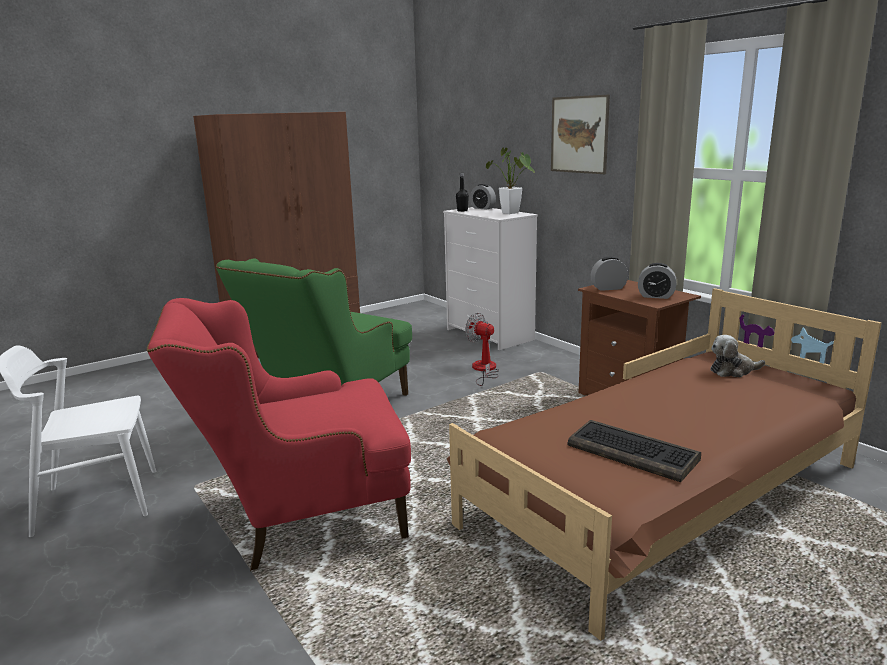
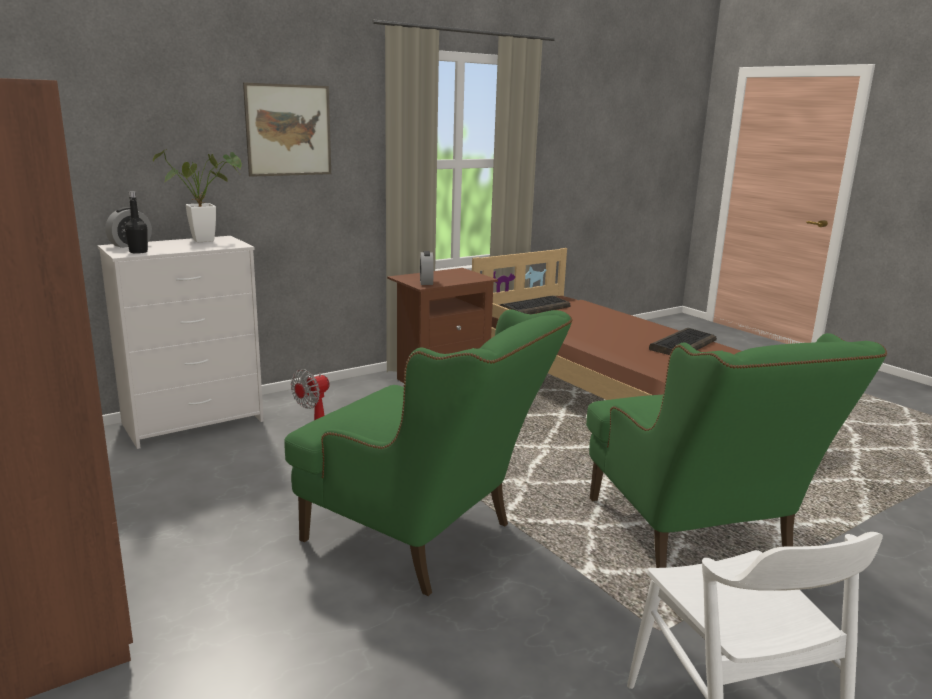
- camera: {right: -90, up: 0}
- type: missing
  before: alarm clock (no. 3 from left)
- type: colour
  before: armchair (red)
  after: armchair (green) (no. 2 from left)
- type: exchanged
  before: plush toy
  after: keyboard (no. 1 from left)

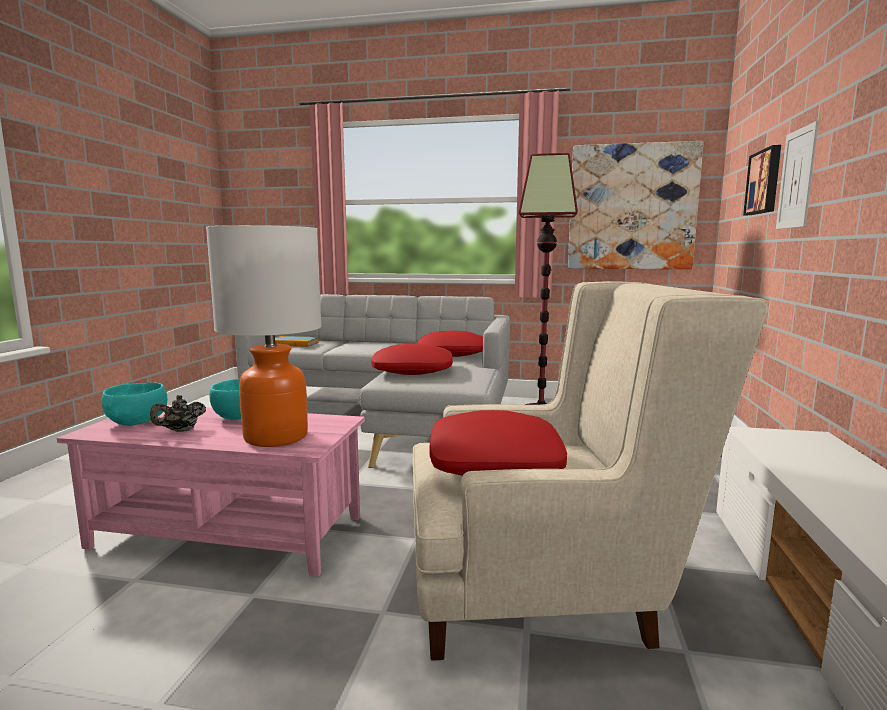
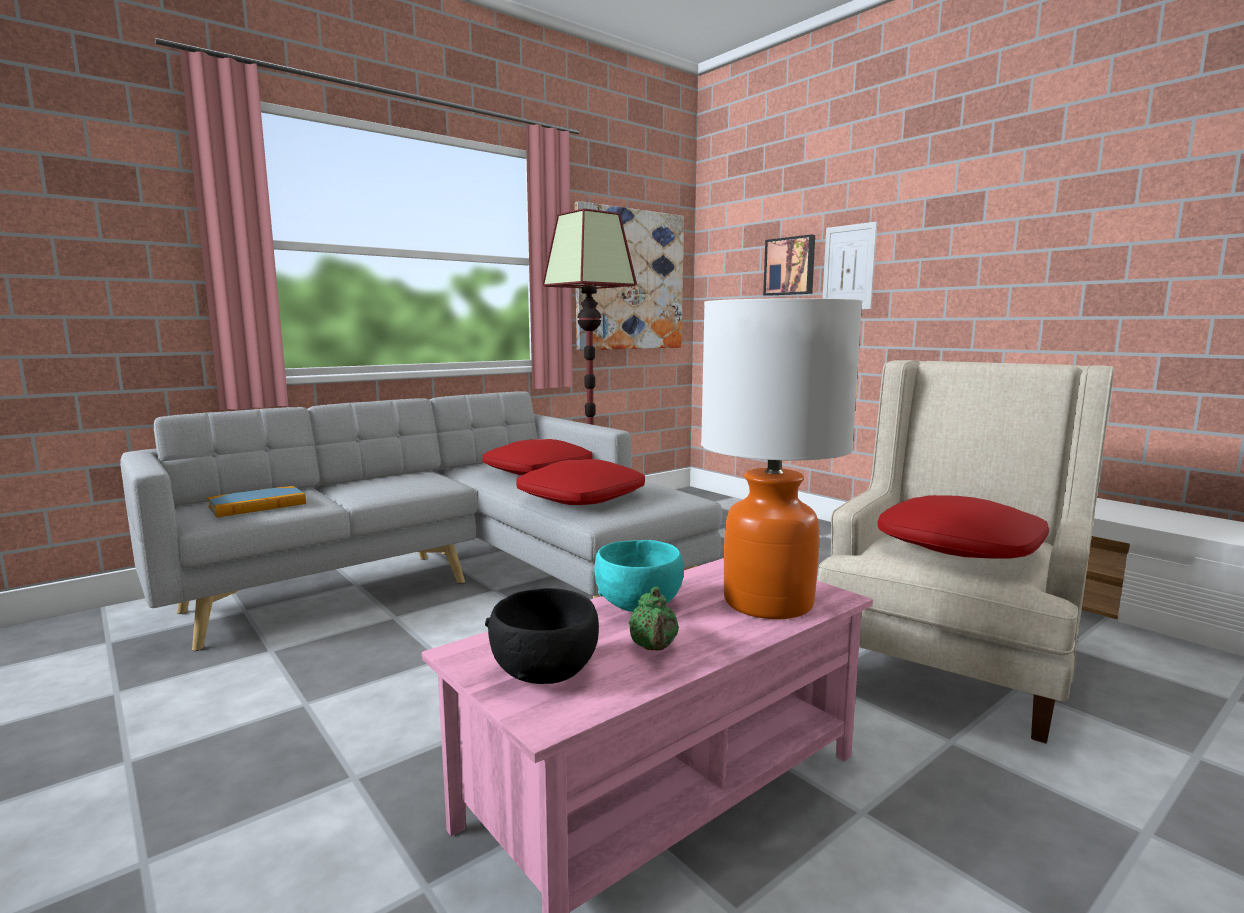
- camera: {right: -50, up: 0}
- type: colour
  before: bowl (turquoise) (no. 1 from left)
  after: bowl (black)
- type: colour
  before: teapot (black)
  after: teapot (green)

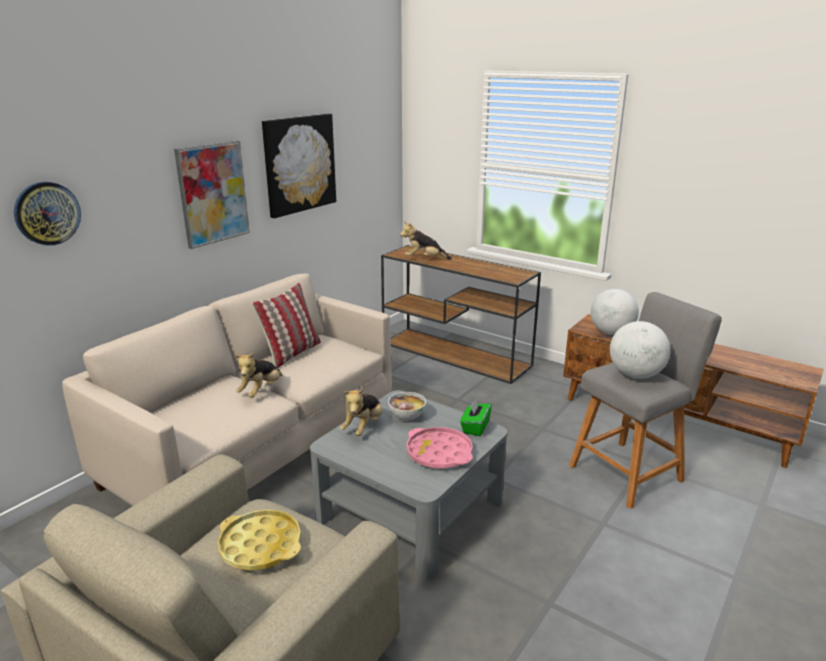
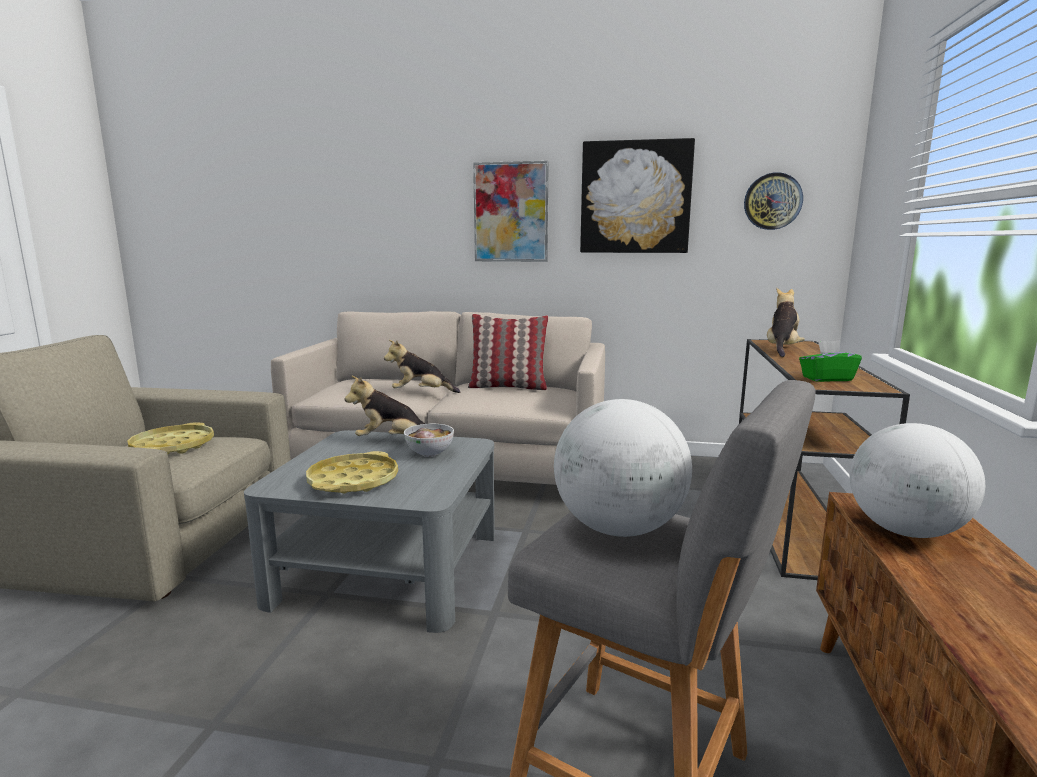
- camera: {right: 65, up: -10}
- type: relocated
  before: wall clock
- type: spun
  before: plush toy (no. 3 from left)
  turn: 45
- type: relocated
  before: tissue box (green)
- type: colour
  before: tray (pink)
  after: tray (yellow) (no. 2 from left)

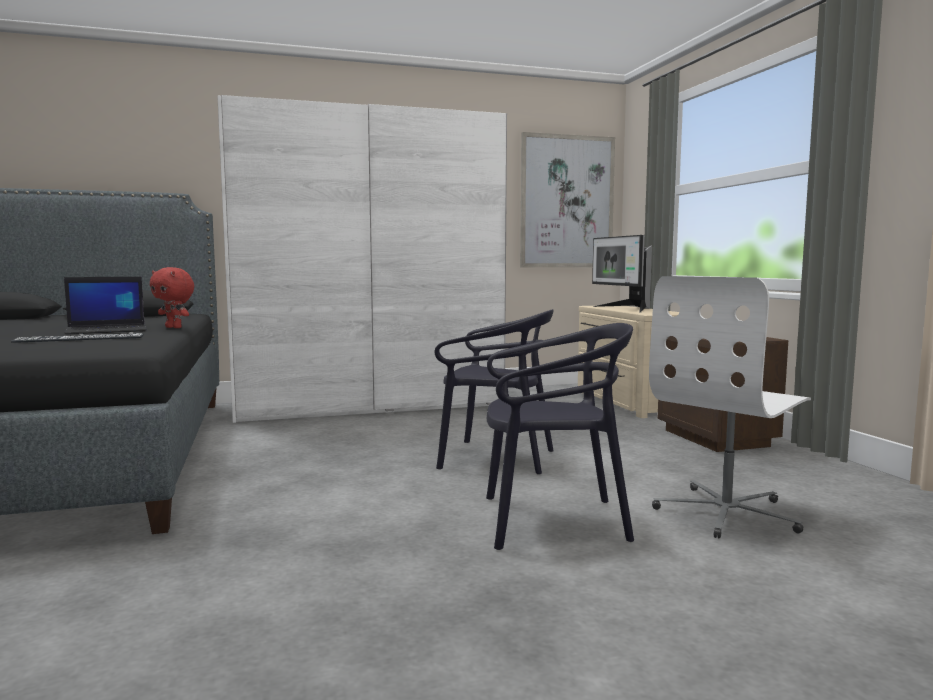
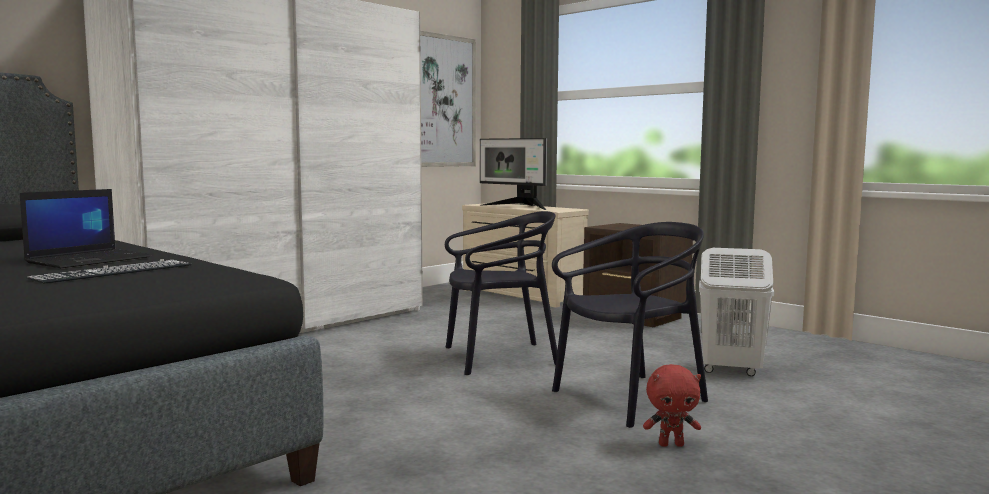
- camera: {right: -30, up: 0}
- type: relocated
  before: plush toy (red)
- type: exchanged
  before: office chair (white)
  after: laundry basket (white)

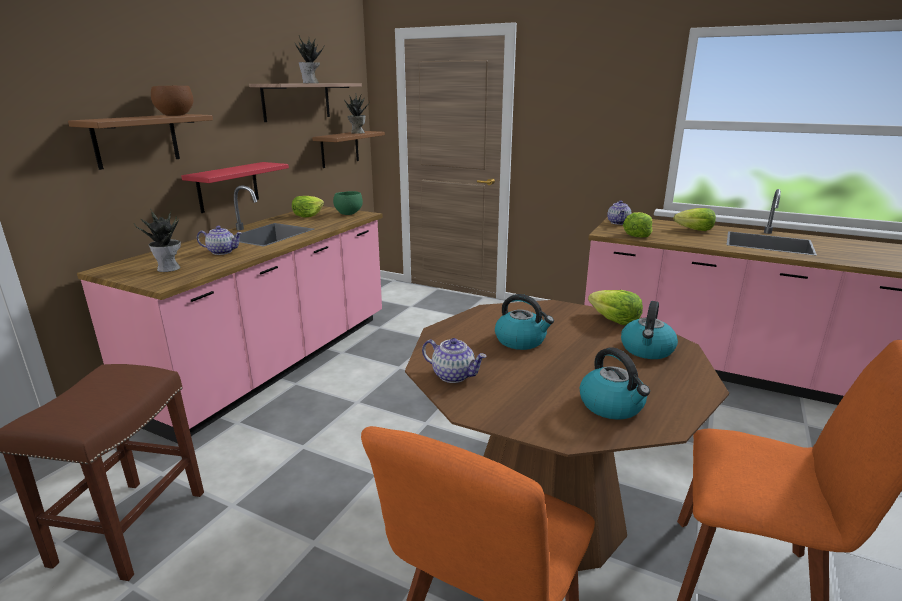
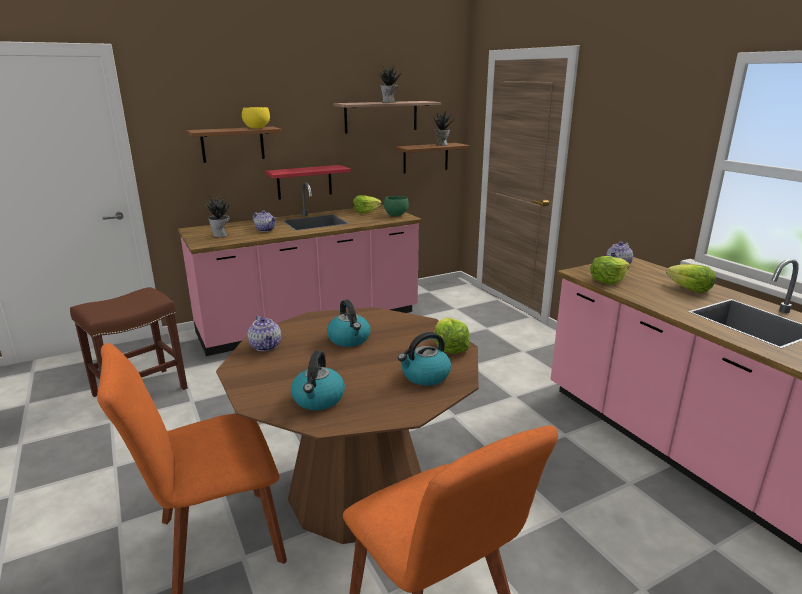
- camera: {right: 35, up: 0}
- type: colour
  before: bowl (brown)
  after: bowl (yellow)

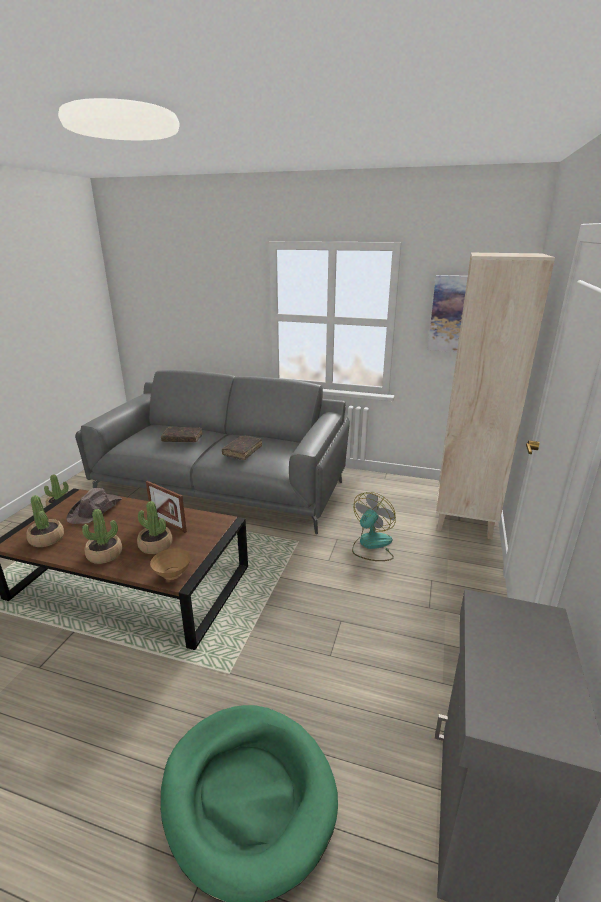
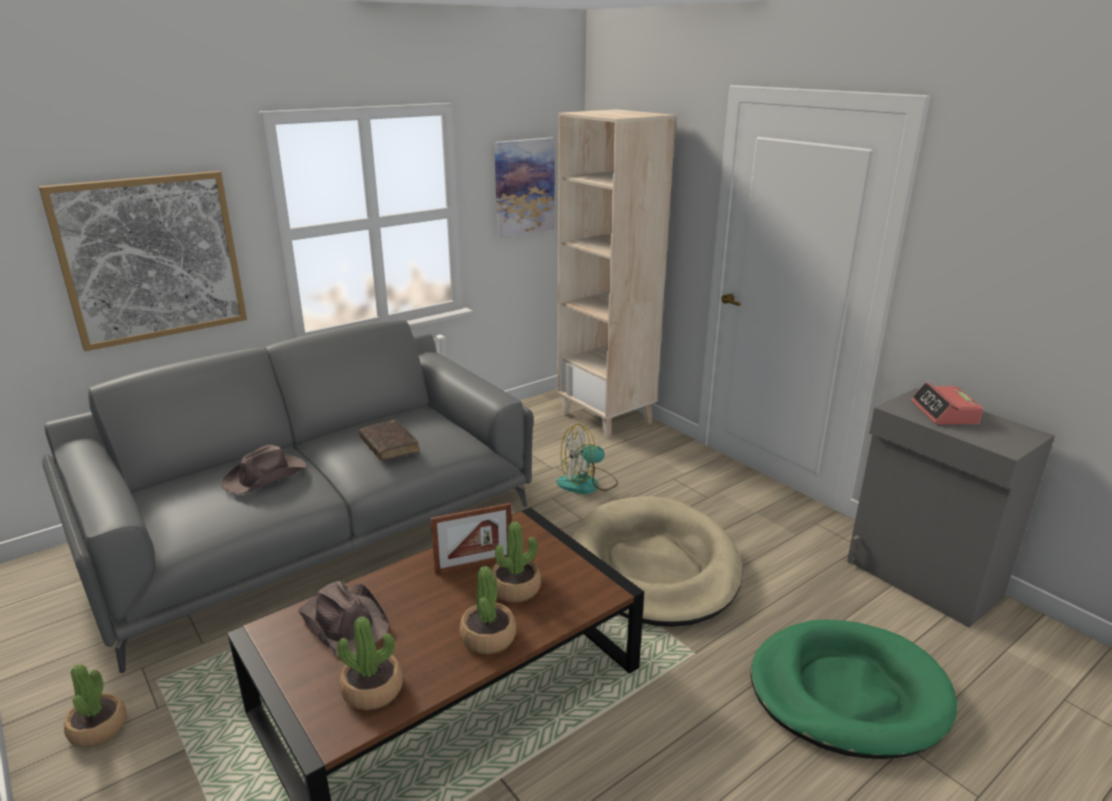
- camera: {right: -55, up: 0}
- type: exchanged
  before: book (brown) (no. 1 from left)
  after: hat (brown) (no. 1 from left)
- type: spun
  before: fan
  turn: -90
- type: missing
  before: bowl (brown)
- type: appeared
  after: picture (no. 1 from left)
- type: appeared
  after: alarm clock
- type: appeared
  after: dog bed (beige)

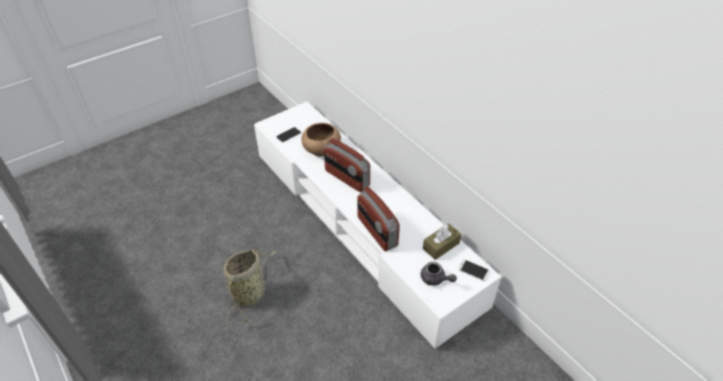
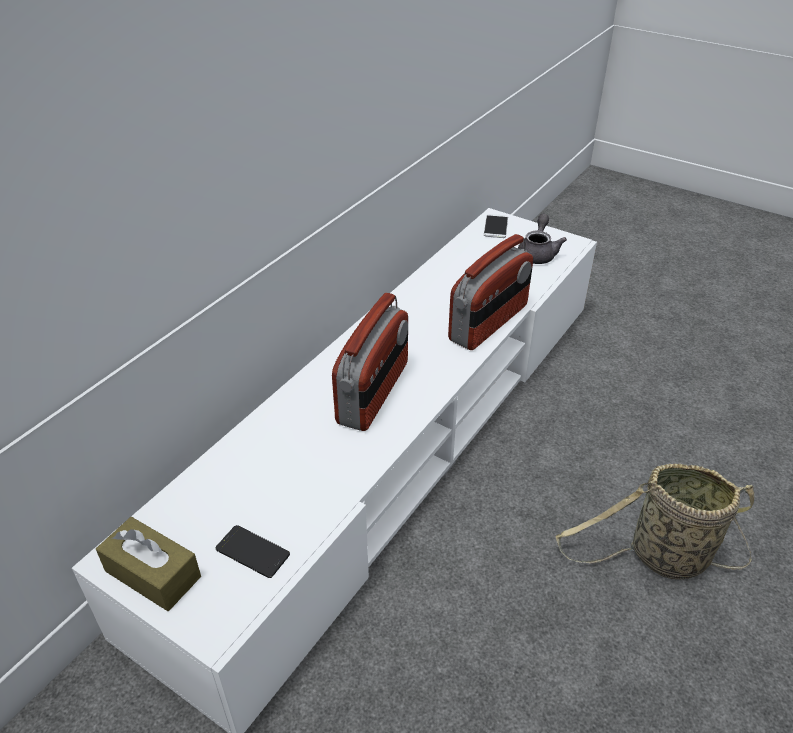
- camera: {right: -110, up: -5}
- type: missing
  before: bowl (brown)
- type: relocated
  before: tissue box (brown)

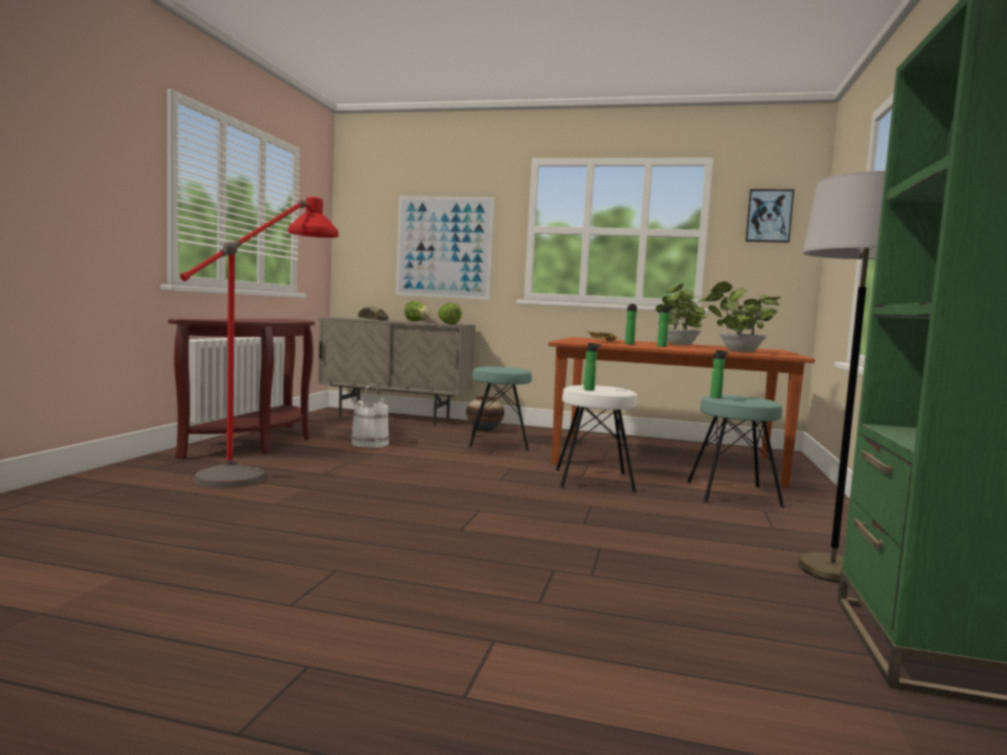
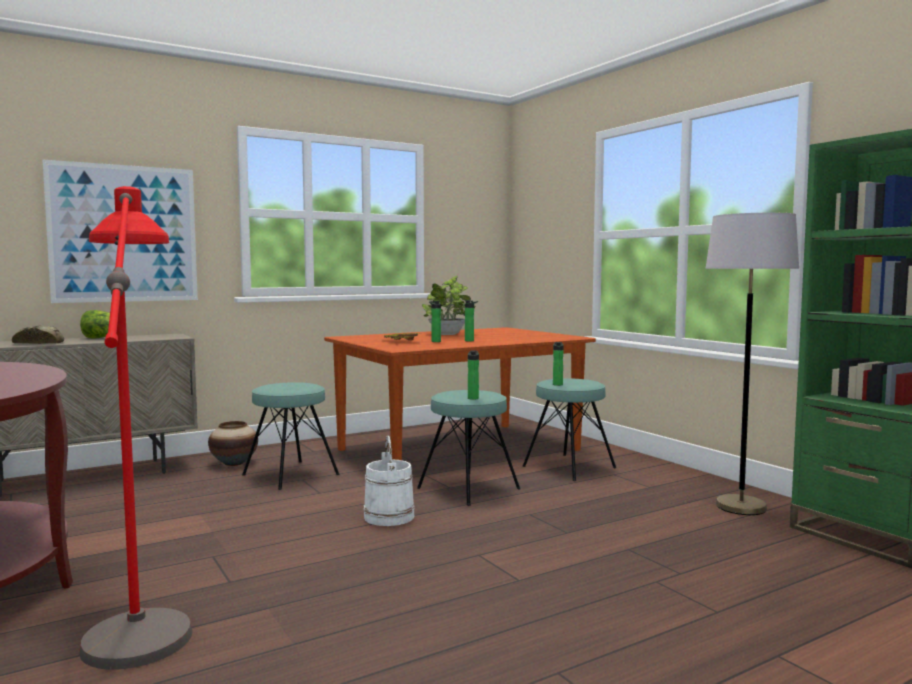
- camera: {right: -45, up: 0}
- type: missing
  before: picture (no. 2 from left)
- type: missing
  before: potted plant (no. 2 from left)
- type: missing
  before: lettuce (no. 2 from left)
- type: relocated
  before: bucket (white)
- type: colour
  before: stool (white)
  after: stool (turquoise) (no. 2 from left)

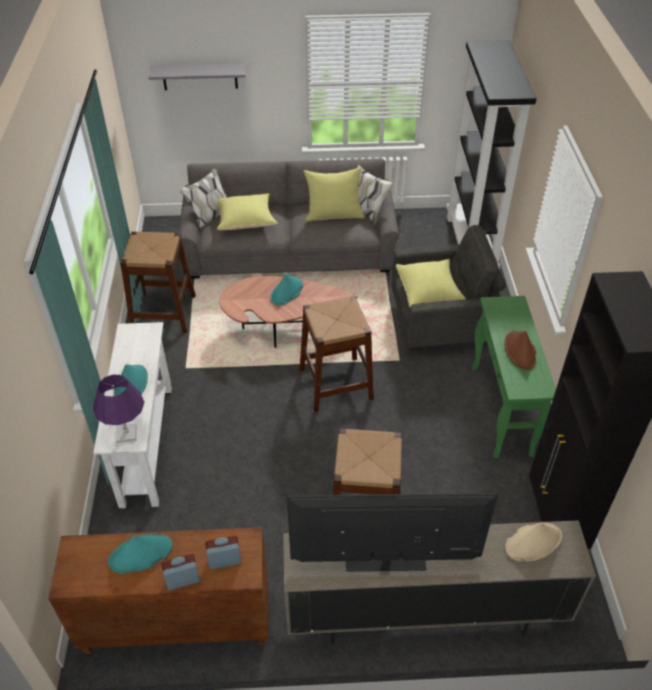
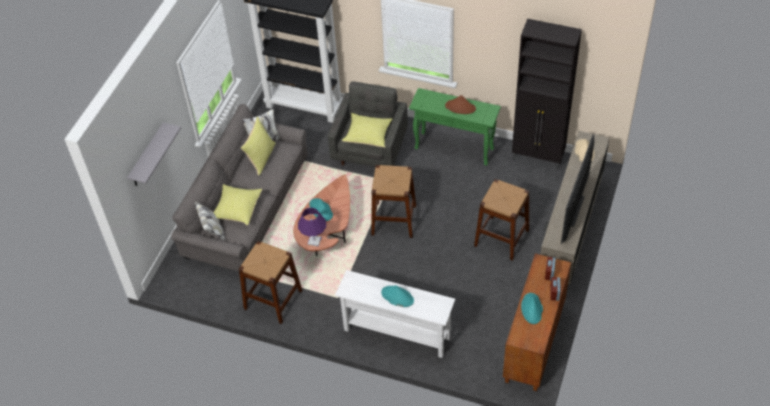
- camera: {right: -65, up: 5}
- type: relocated
  before: table lamp (purple)

